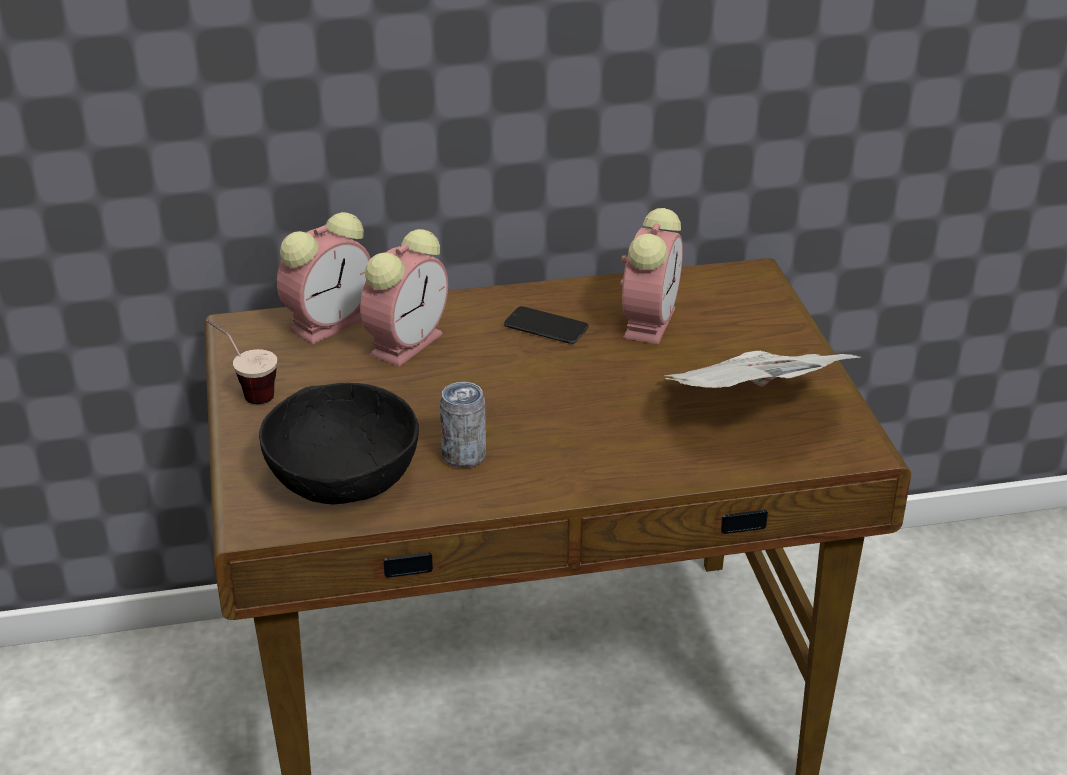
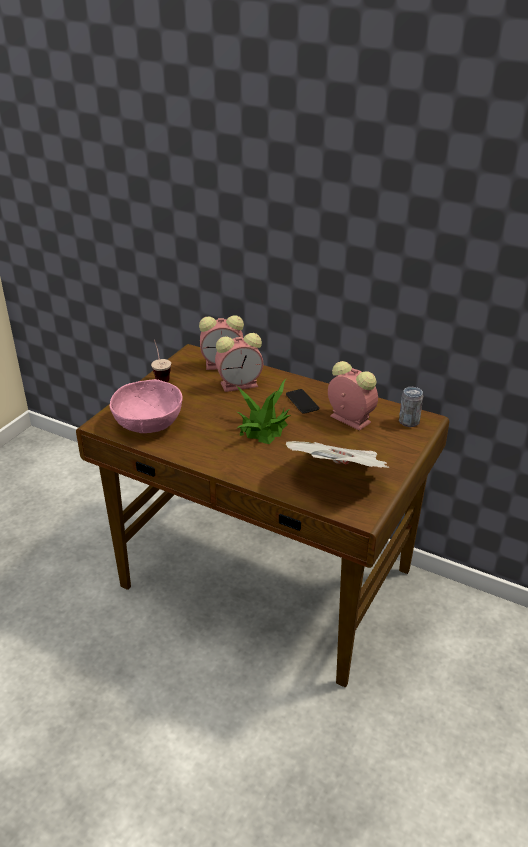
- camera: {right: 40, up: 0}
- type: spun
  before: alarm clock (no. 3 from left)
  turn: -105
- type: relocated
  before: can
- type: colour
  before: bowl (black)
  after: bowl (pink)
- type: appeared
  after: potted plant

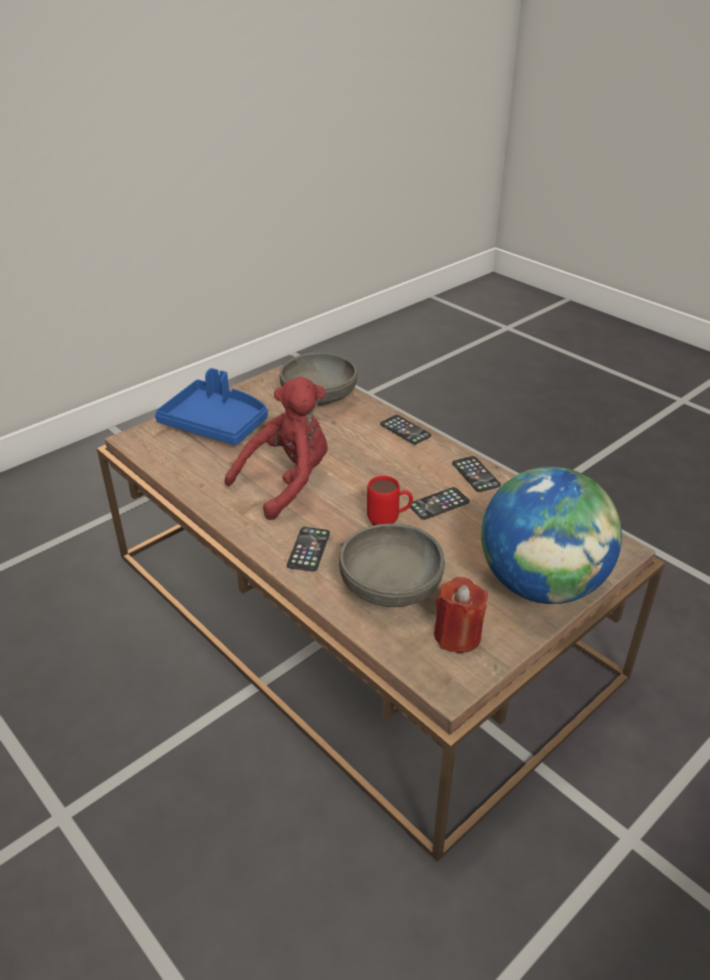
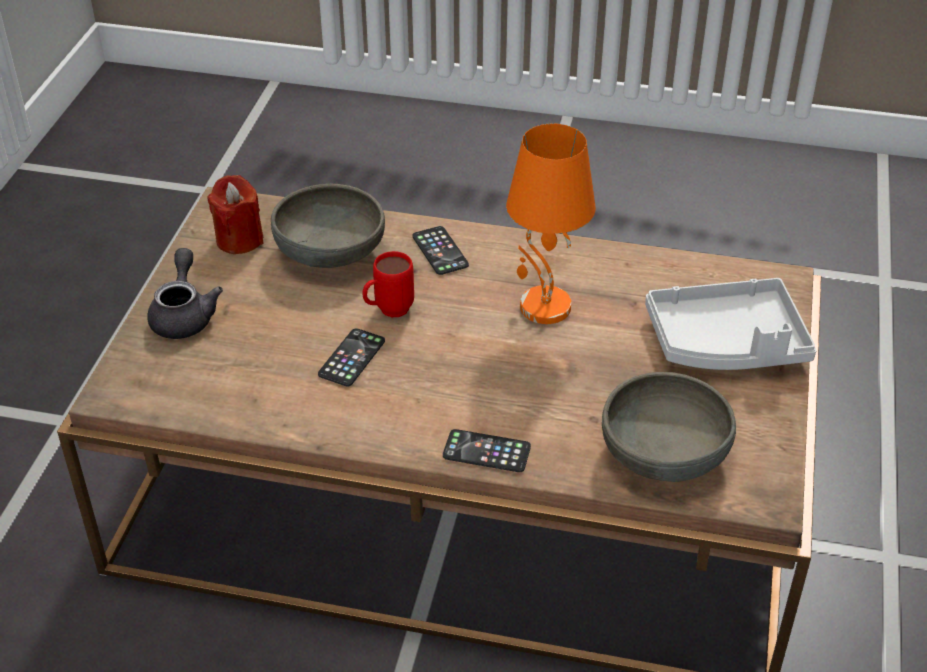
- camera: {right: 145, up: 5}
- type: colour
  before: tray (blue)
  after: tray (grey)
- type: exchanged
  before: plush toy (red)
  after: table lamp (orange)
- type: missing
  before: phone (no. 4 from left)
- type: exchanged
  before: globe
  after: teapot (grey)

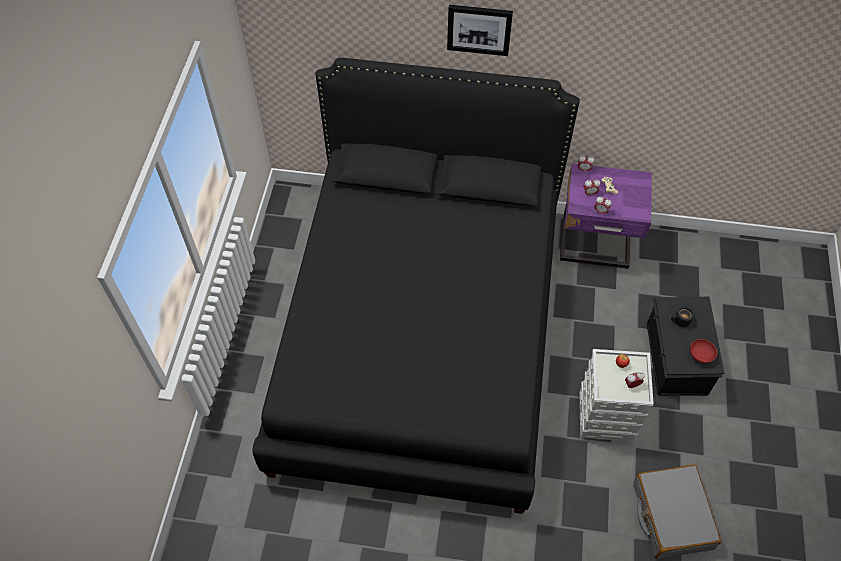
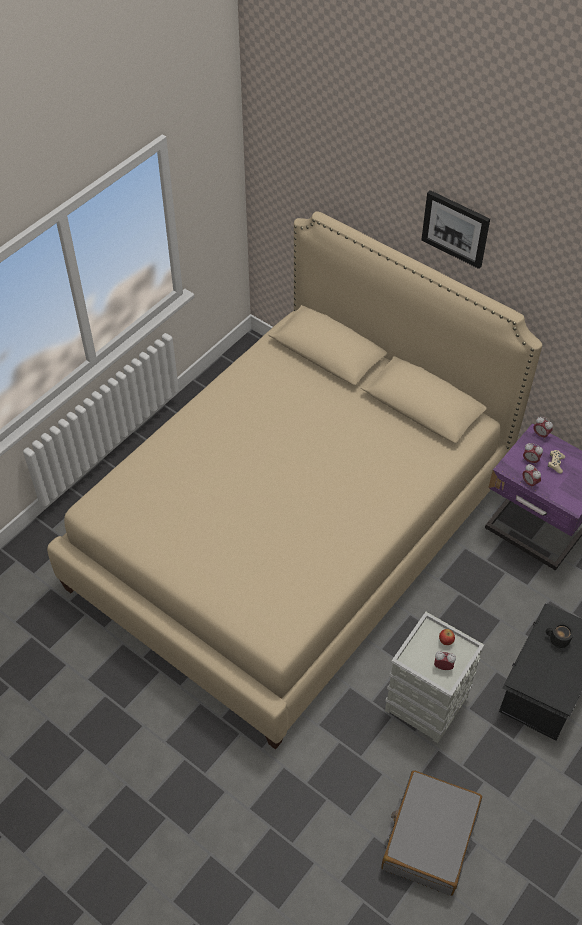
- camera: {right: 30, up: -5}
- type: colour
  before: bed (black)
  after: bed (beige)
- type: missing
  before: bowl (red)

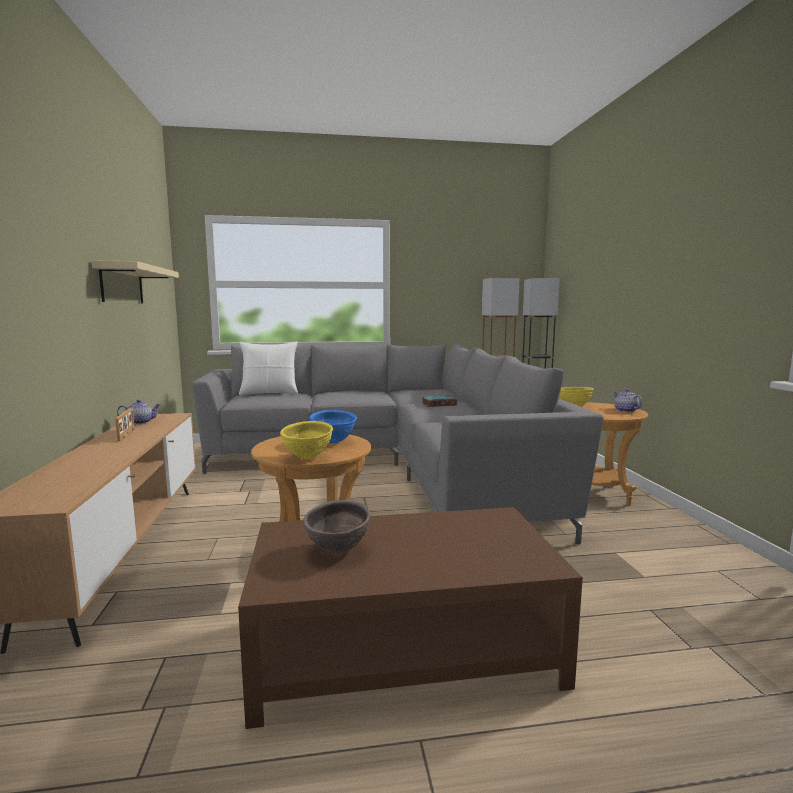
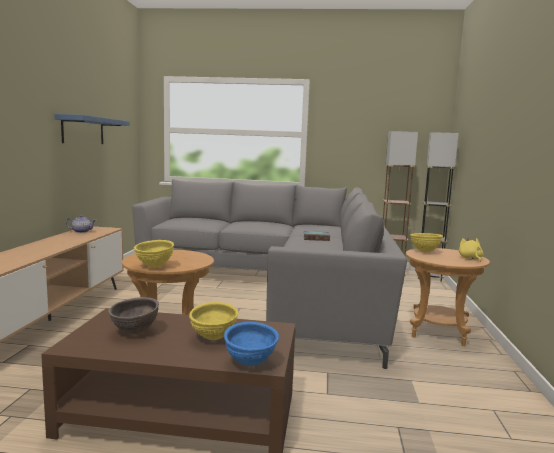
- camera: {right: 15, up: 0}
- type: colour
  before: shelf (beige)
  after: shelf (blue)
- type: missing
  before: pillow (white)
- type: exchanged
  before: teapot (no. 2 from left)
  after: plush toy (yellow)
- type: missing
  before: picture frame
- type: relocated
  before: bowl (blue)
- type: appeared
  after: bowl (yellow) (no. 2 from left)

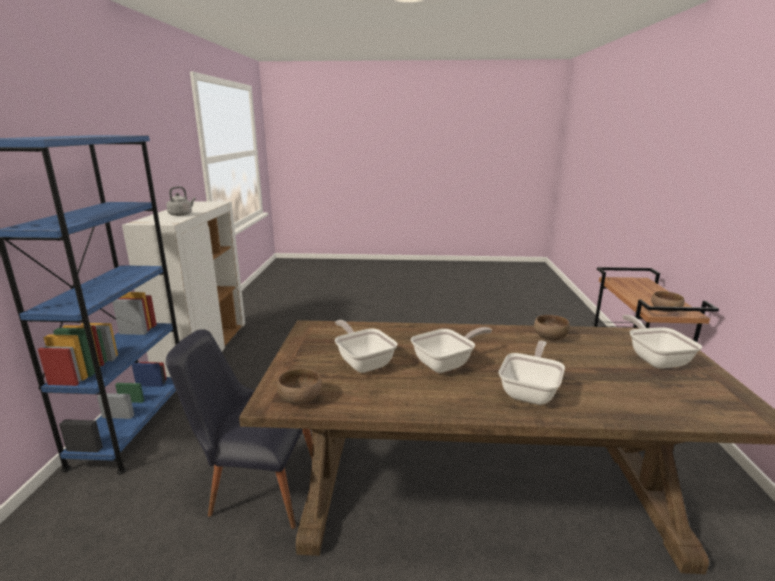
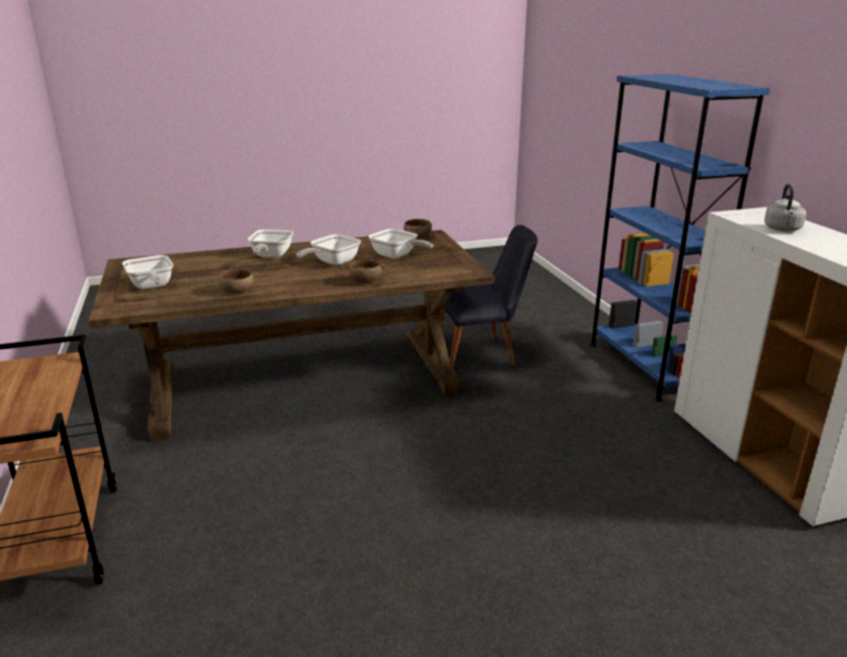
- camera: {right: 160, up: 5}
- type: relocated
  before: bowl (brown) (no. 3 from left in the first image)
  after: bowl (brown) (no. 2 from left)

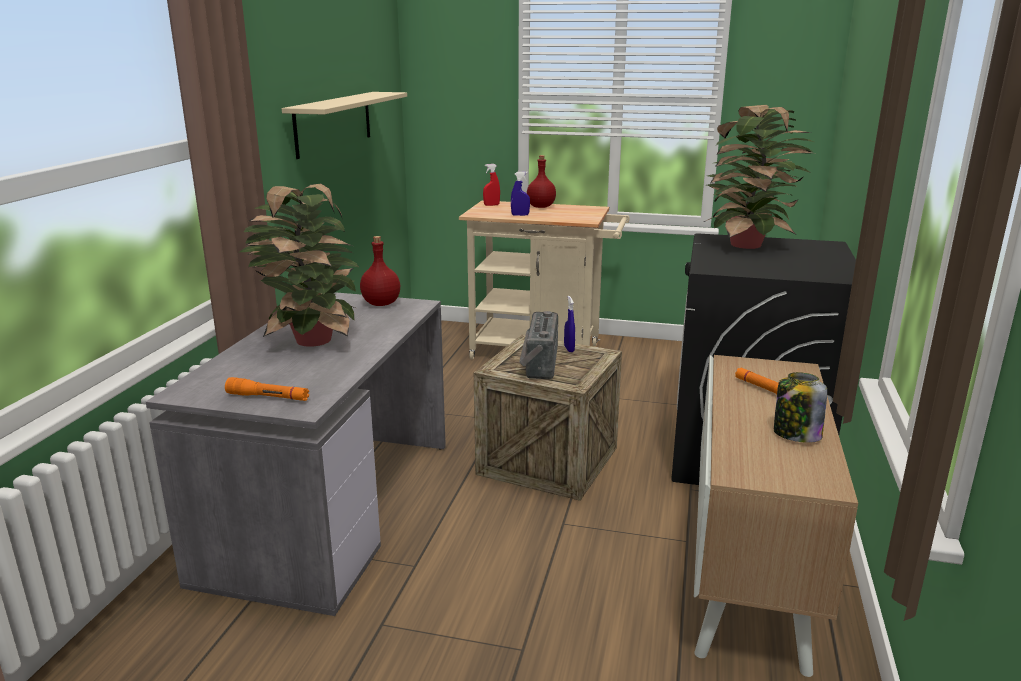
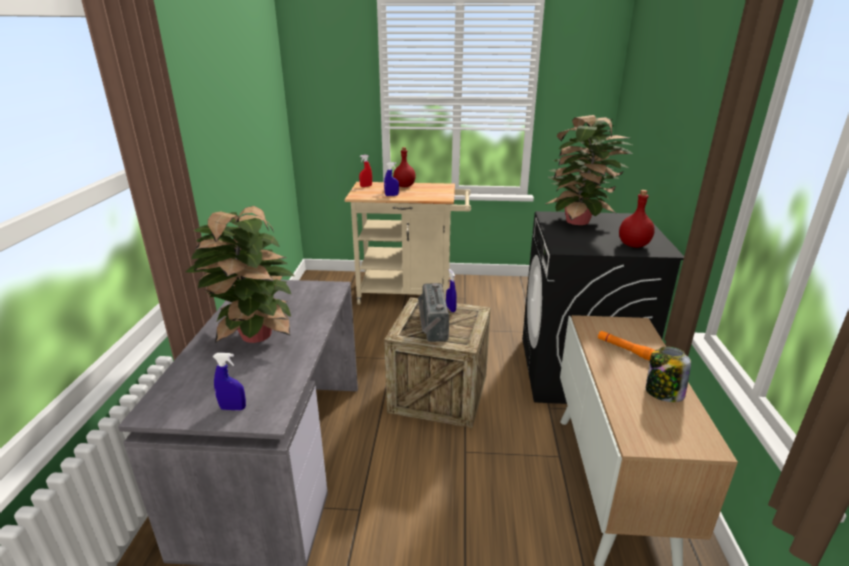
- camera: {right: -10, up: 5}
- type: missing
  before: shelf (beige)
- type: relocated
  before: bottle (red) (no. 1 from left in the first image)
  after: bottle (red) (no. 2 from left)
- type: exchanged
  before: flashlight (orange) (no. 1 from left)
  after: spray bottle (blue) (no. 1 from left)

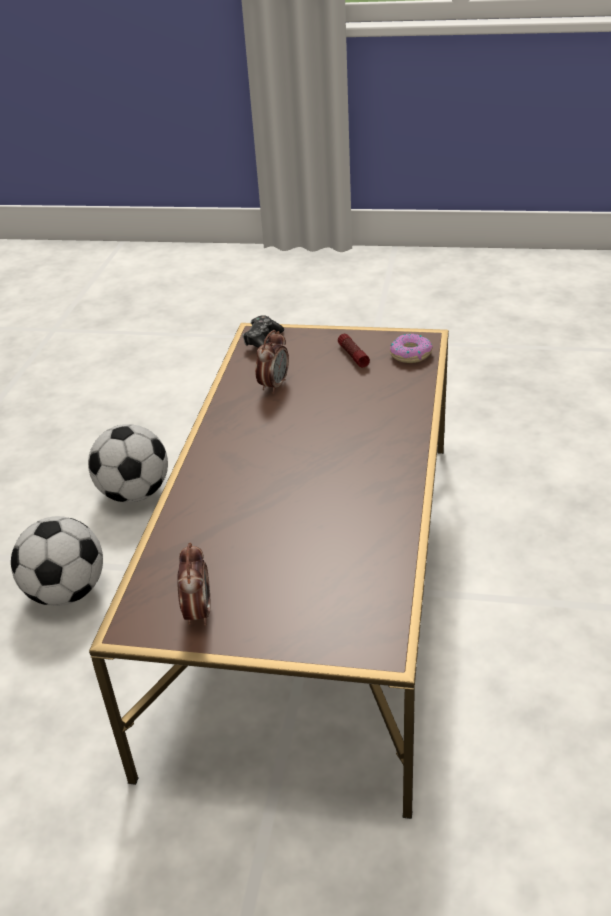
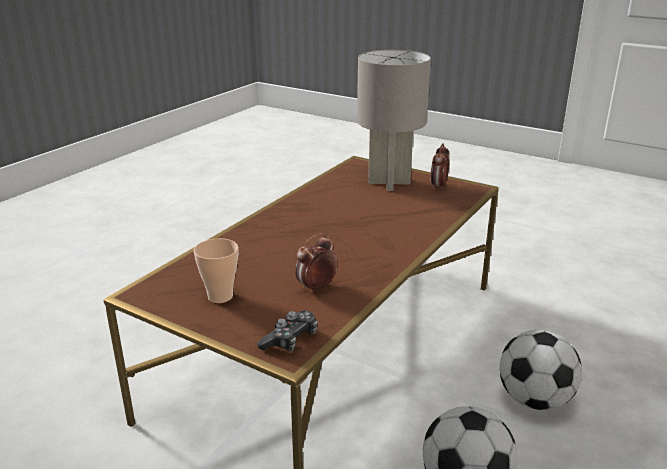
- camera: {right: -160, up: -10}
- type: exchanged
  before: flashlight
  after: cup
- type: missing
  before: donut
- type: appeared
  after: table lamp (grey)

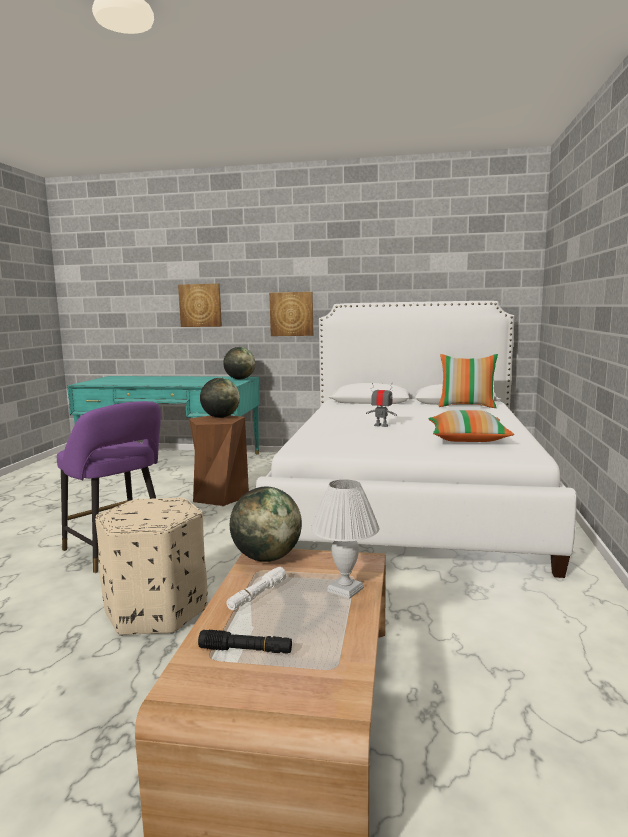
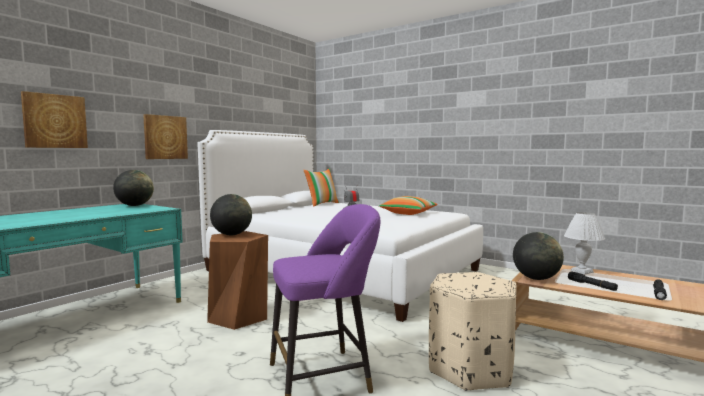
- camera: {right: -65, up: -5}
- type: colour
  before: flashlight (white)
  after: flashlight (black) (no. 1 from left)

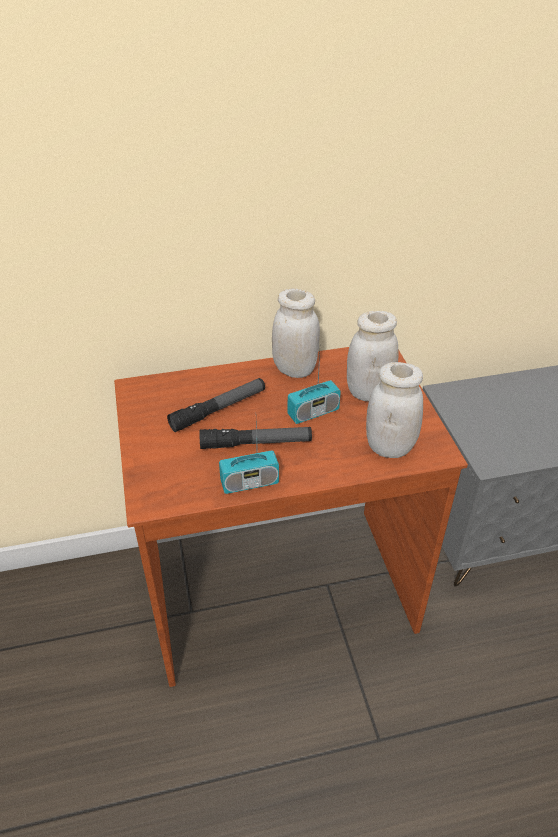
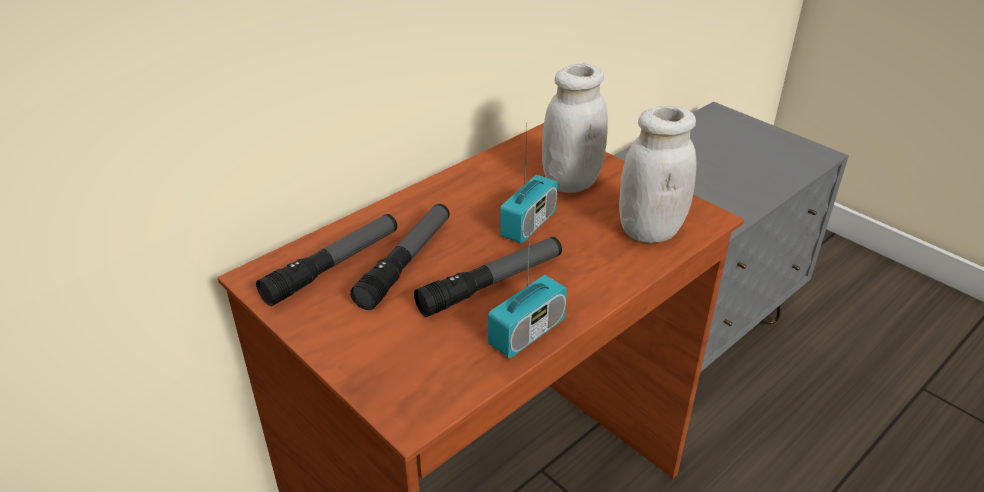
- camera: {right: -30, up: -5}
- type: missing
  before: jar (white) (no. 1 from left)
- type: appeared
  after: flashlight (no. 1 from left)

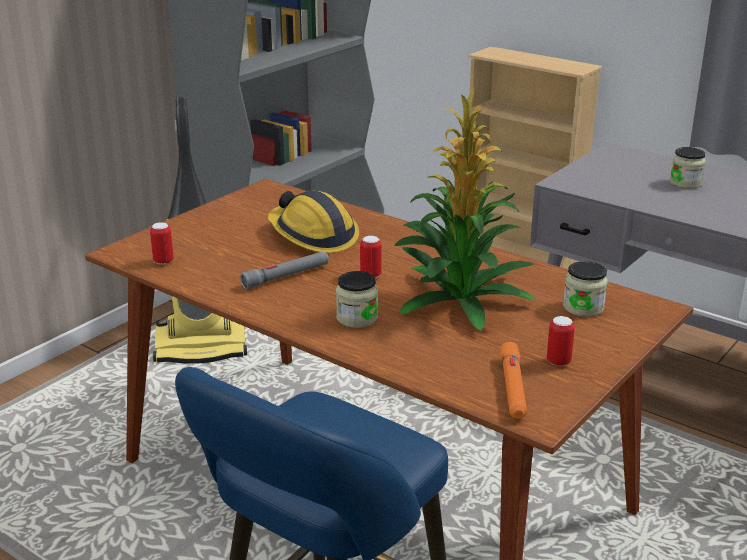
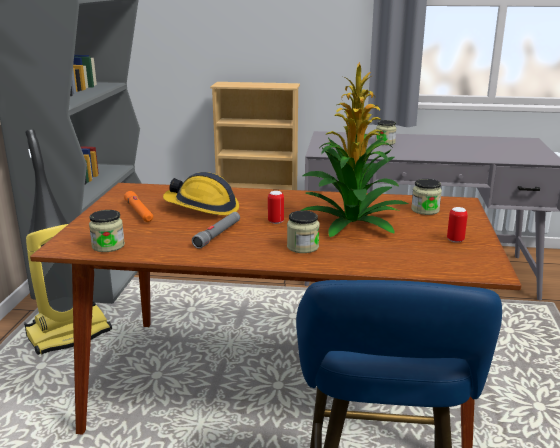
- camera: {right: -30, up: -5}
- type: exchanged
  before: can (no. 1 from left)
  after: jar (no. 1 from left)
- type: relocated
  before: flashlight (orange)

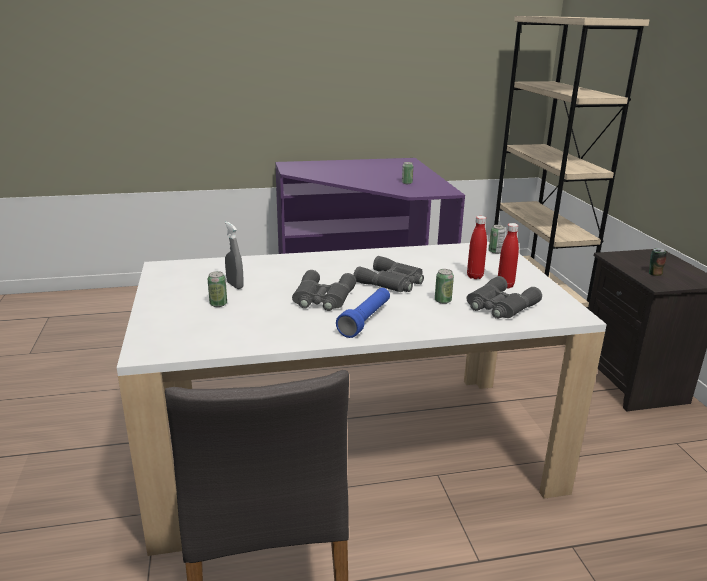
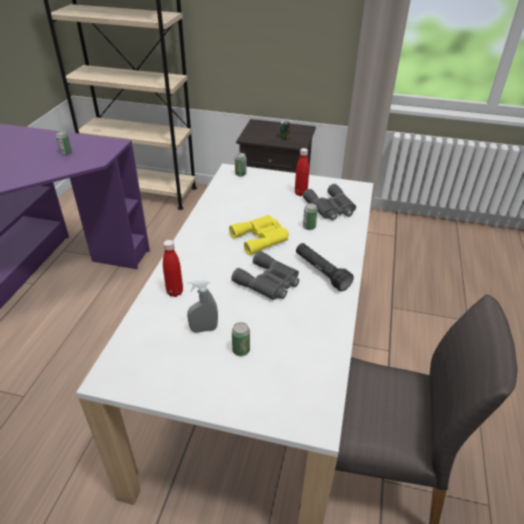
- camera: {right: -65, up: 15}
- type: relocated
  before: bottle (red) (no. 1 from left)
- type: colour
  before: binoculars (grey) (no. 2 from left)
  after: binoculars (yellow)
- type: colour
  before: flashlight (blue)
  after: flashlight (black)

